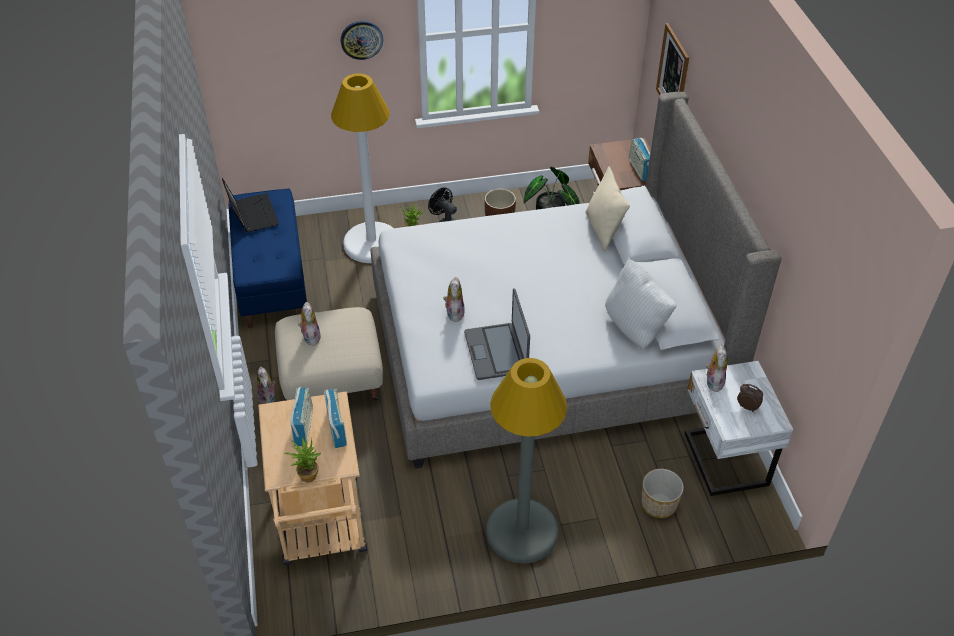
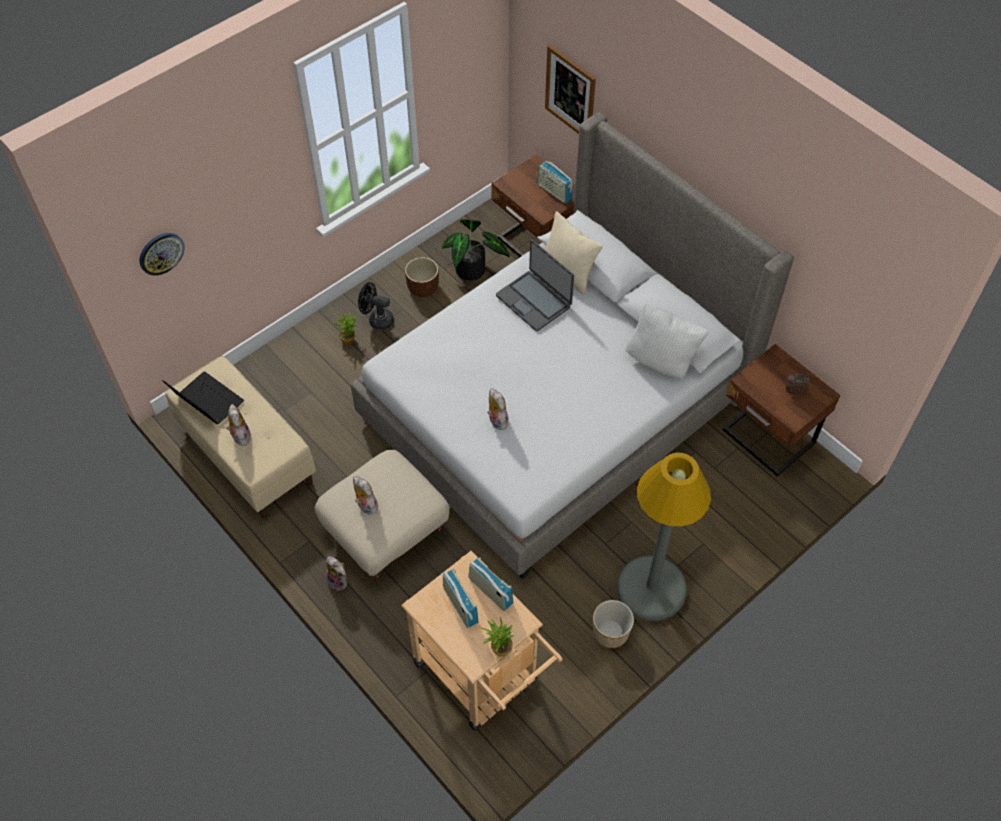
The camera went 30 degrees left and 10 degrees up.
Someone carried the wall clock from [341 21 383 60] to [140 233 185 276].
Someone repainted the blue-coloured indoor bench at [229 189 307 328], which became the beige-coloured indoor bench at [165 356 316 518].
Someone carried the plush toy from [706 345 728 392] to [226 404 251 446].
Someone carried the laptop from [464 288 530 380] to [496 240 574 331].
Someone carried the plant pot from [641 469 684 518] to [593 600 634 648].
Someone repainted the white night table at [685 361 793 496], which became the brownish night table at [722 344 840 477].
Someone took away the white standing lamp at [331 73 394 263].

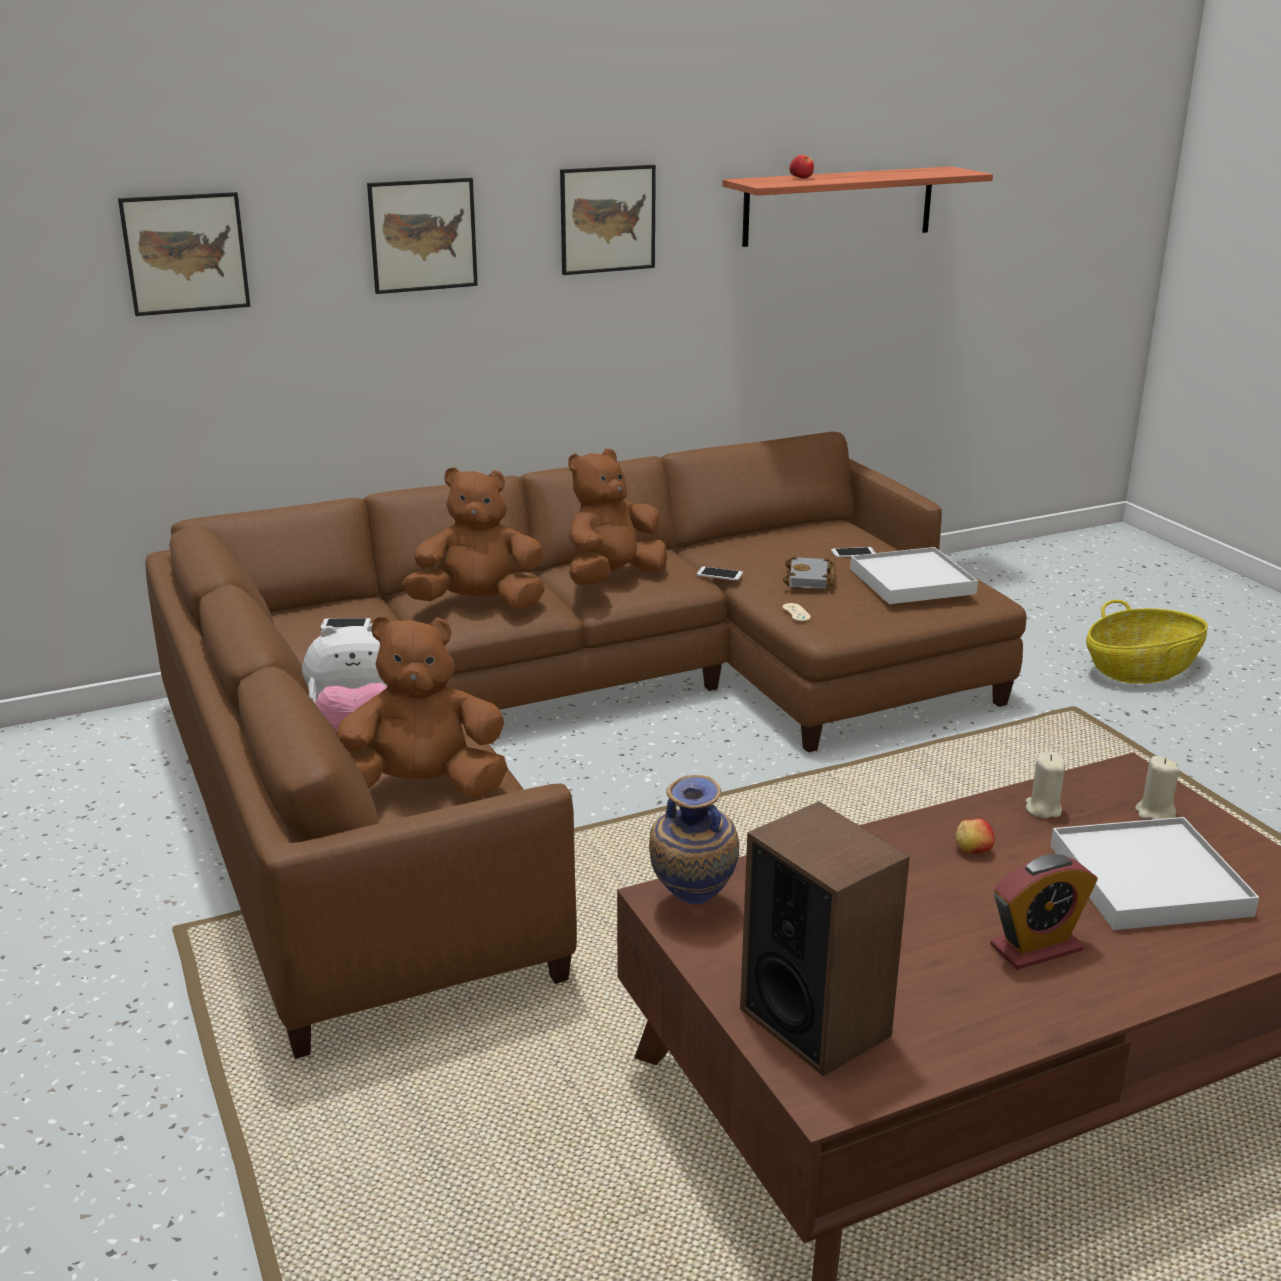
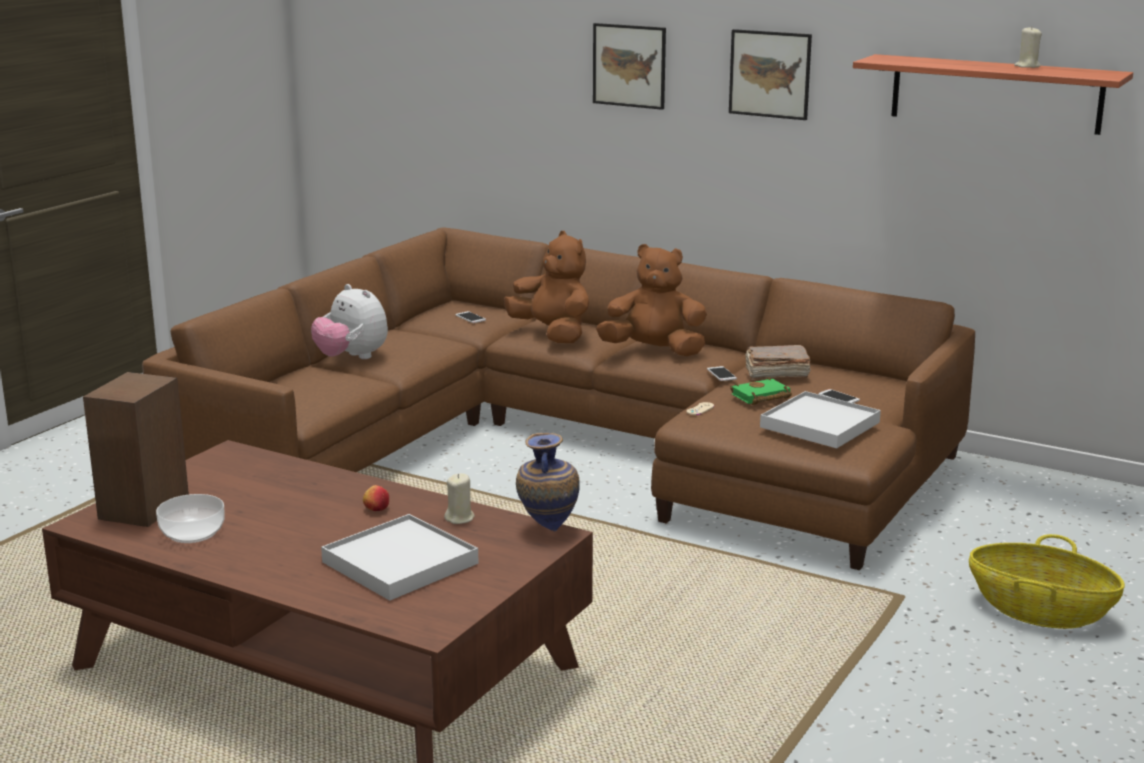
The camera went 55 degrees right and 5 degrees down.
Someone put down the bowl at [156 494 225 543].
Someone carried the decorative vase from [649 775 739 905] to [516 433 580 532].
Someone repainted the gray book at [783 556 836 589], which became the greenish book at [730 377 792 405].
Someone put down the brownish book at [745 345 810 380].
Someone carried the beige-coloured wax candle from [1135 756 1180 819] to [1014 27 1042 68].
Someone took away the picture at [118 192 251 316].
Someone took away the brownish plush toy at [336 616 508 798].
Someone took away the whole apple at [789 155 814 178].
Someone took away the alarm clock at [990 854 1098 970].

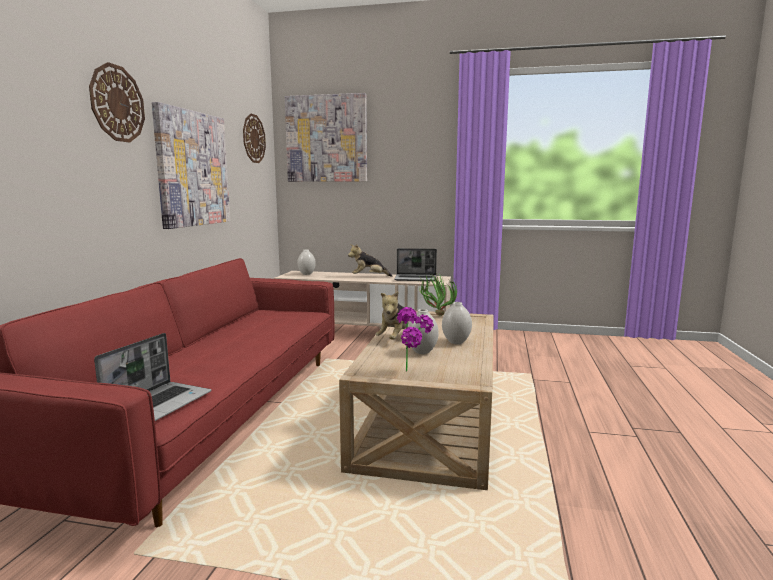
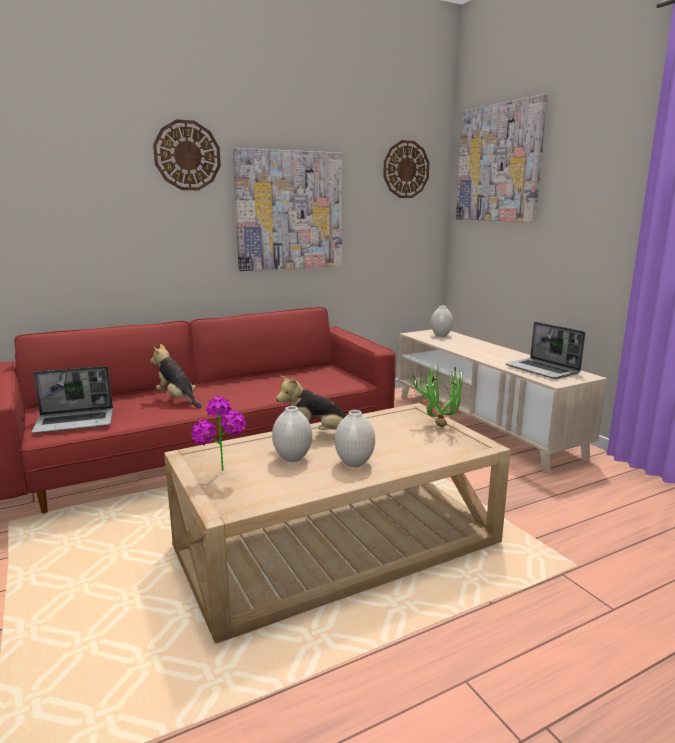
The camera went 50 degrees right and 5 degrees up.
Someone carried the plush toy from [348 244 392 277] to [150 344 202 408].

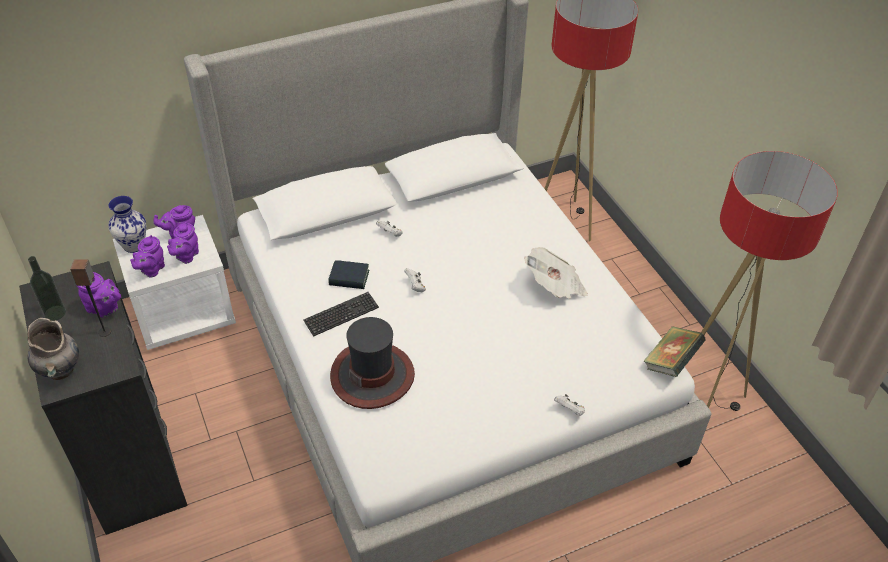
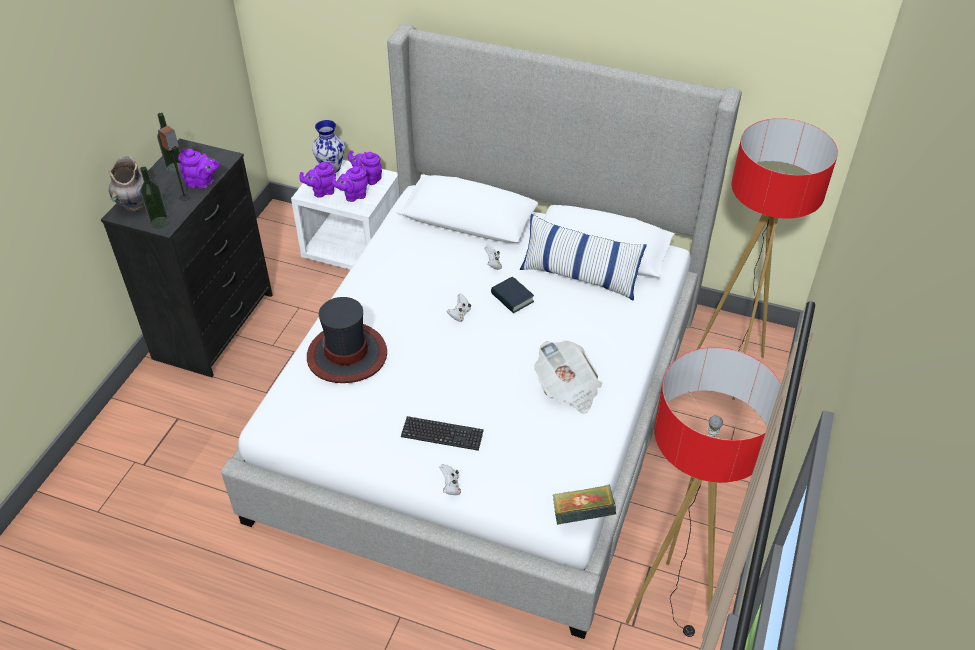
The camera went 45 degrees right and 0 degrees up.
Someone put down the drink bottle at [140 166 169 229].
Someone rotated the purple teapot at [76 272 121 318] by 60 degrees counterclockwise.
Someone carried the keyboard from [304 292 379 337] to [401 416 484 451].
Someone carried the book from [328 260 369 289] to [491 277 534 313].
Someone put down the pillow at [520 214 647 300].

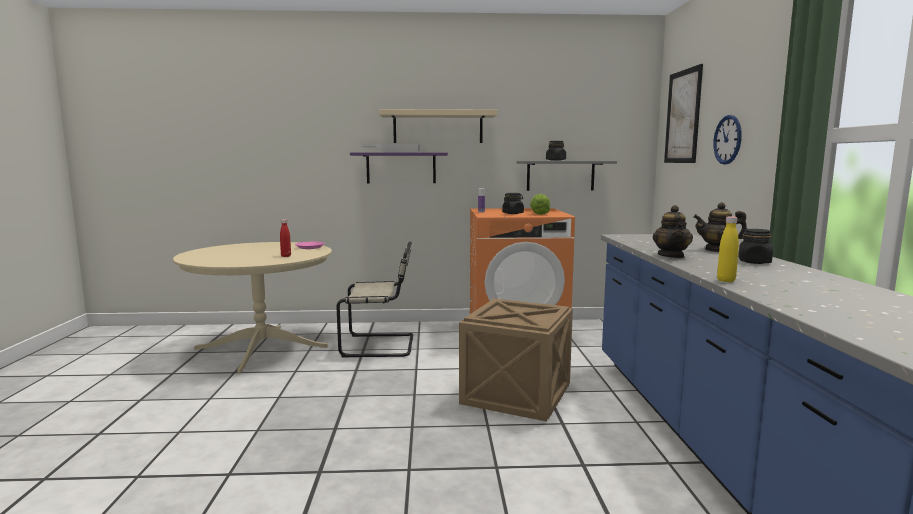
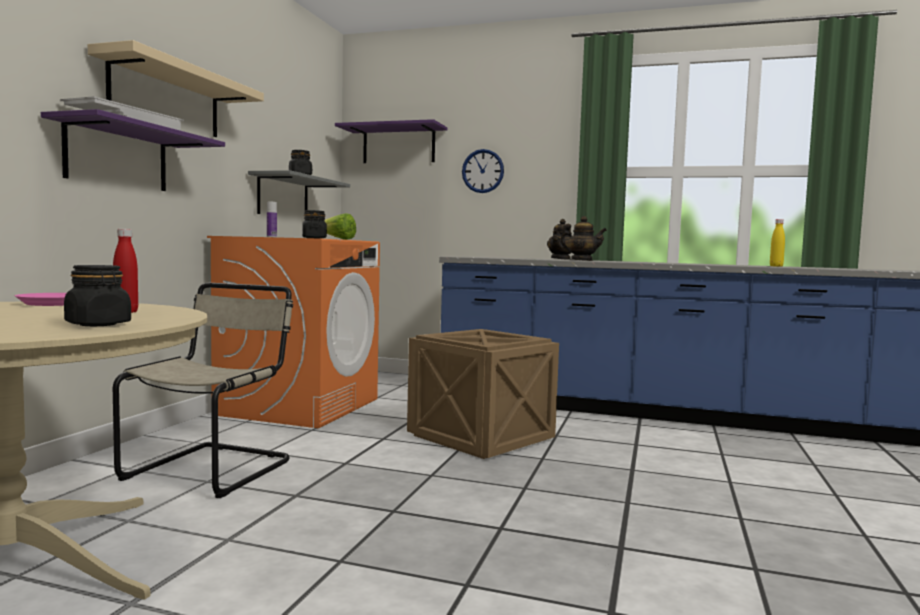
The camera went 70 degrees left and 5 degrees down.
Someone carried the blackish preserve jar from [738 229 773 264] to [64 265 131 326].
Someone swapped the picture at [664 64 703 163] for the purple shelf at [335 119 447 163].
Someone carried the yellow-coloured drink bottle from [717 216 739 282] to [770 219 785 267].

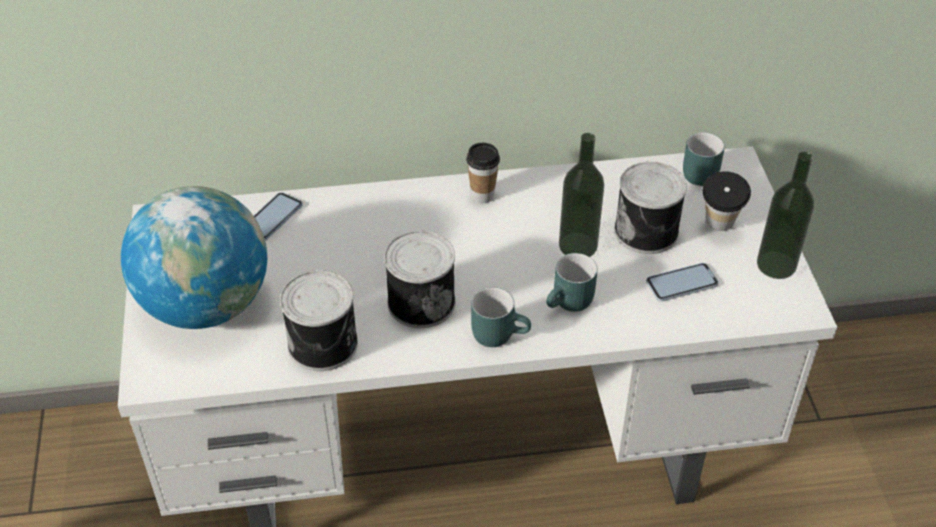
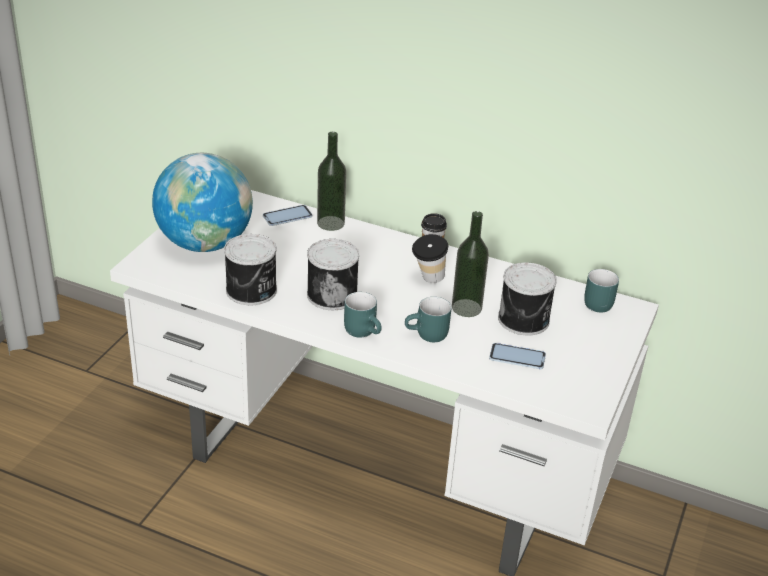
The camera went 30 degrees right and 10 degrees down.
Someone carried the drink bottle from [757 152 814 279] to [317 132 346 231].
Someone carried the drinking cup from [703 171 751 231] to [412 234 448 283].

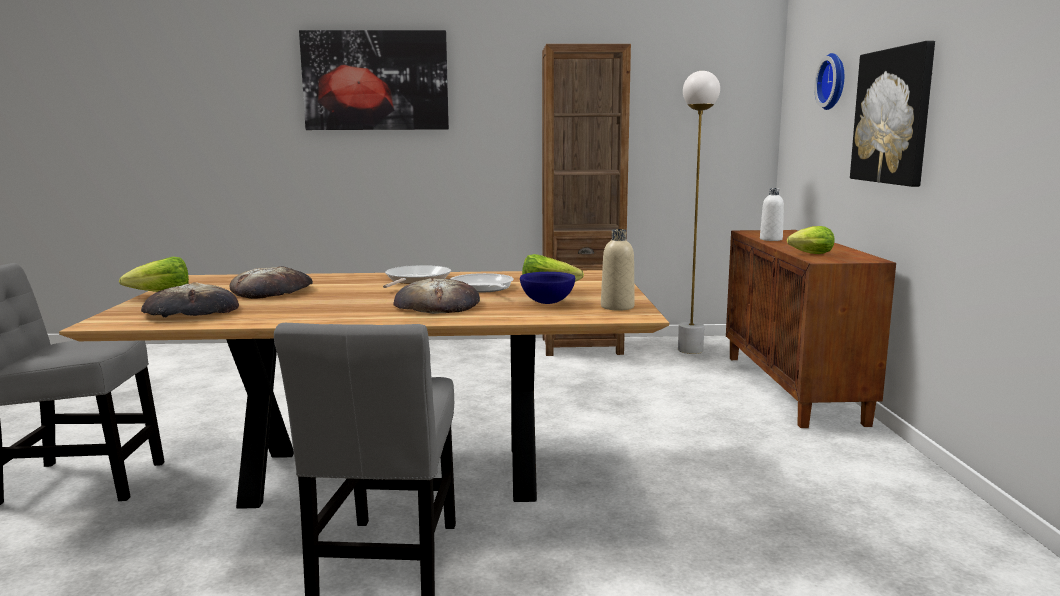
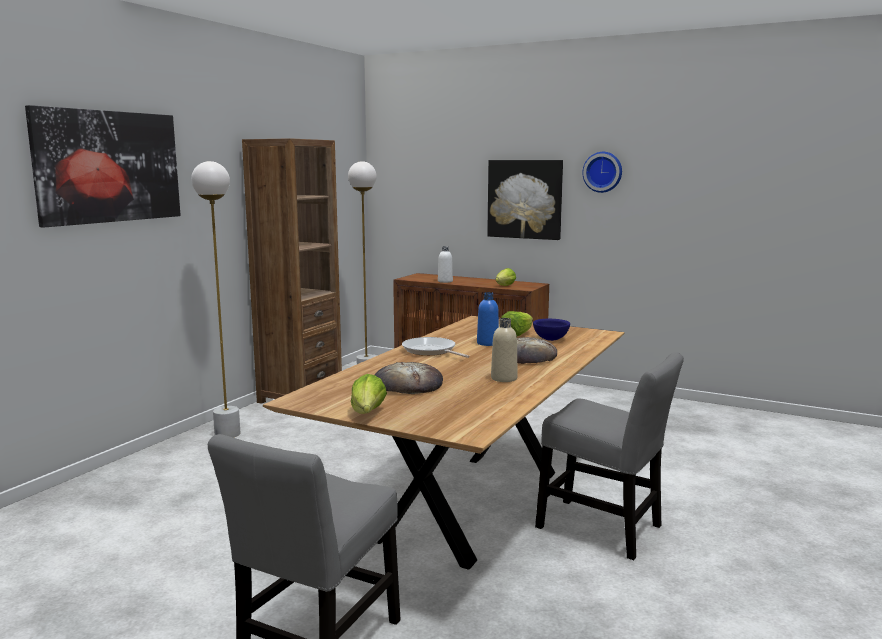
The camera went 60 degrees left and 0 degrees up.
Someone put down the white standing lamp at [191 161 240 438].
Someone swapped the pan at [451 273 514 293] for the blue-coloured drink bottle at [477 292 499 346].
Someone carried the beige-coloured drink bottle from [601 229 635 311] to [491 318 518 382].
Someone carried the wall clock from [814 53 844 110] to [582 152 622 193].
Someone took away the bakery bread at [141 282 239 318].

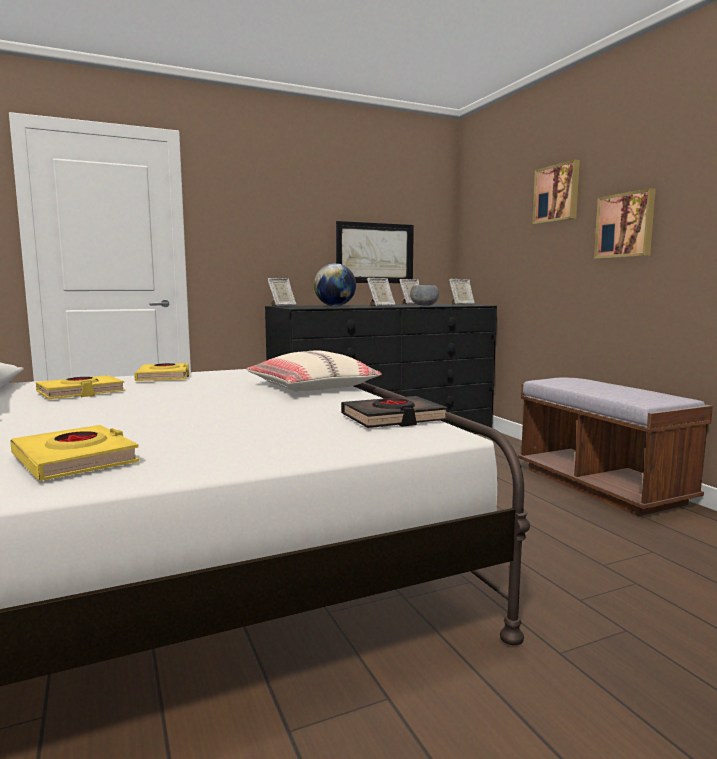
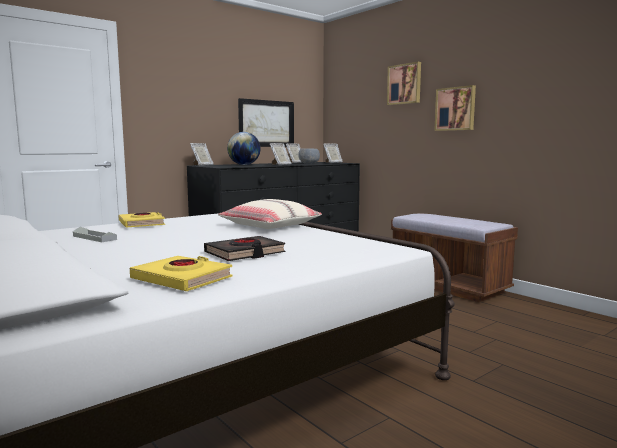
The camera went 15 degrees left and 0 degrees up.
Someone swapped the yellow-coloured book at [36 375 125 399] for the gray carrying tray at [73 227 117 242].
Someone carried the blackish book from [341 396 448 428] to [204 236 286 261].

